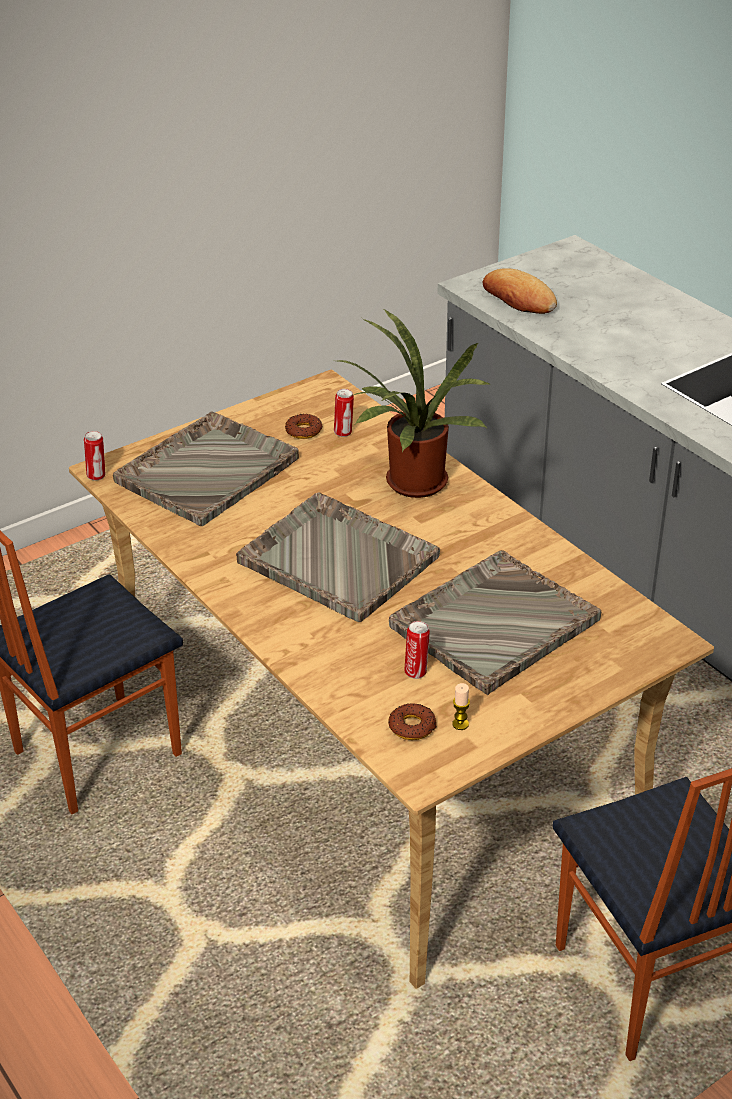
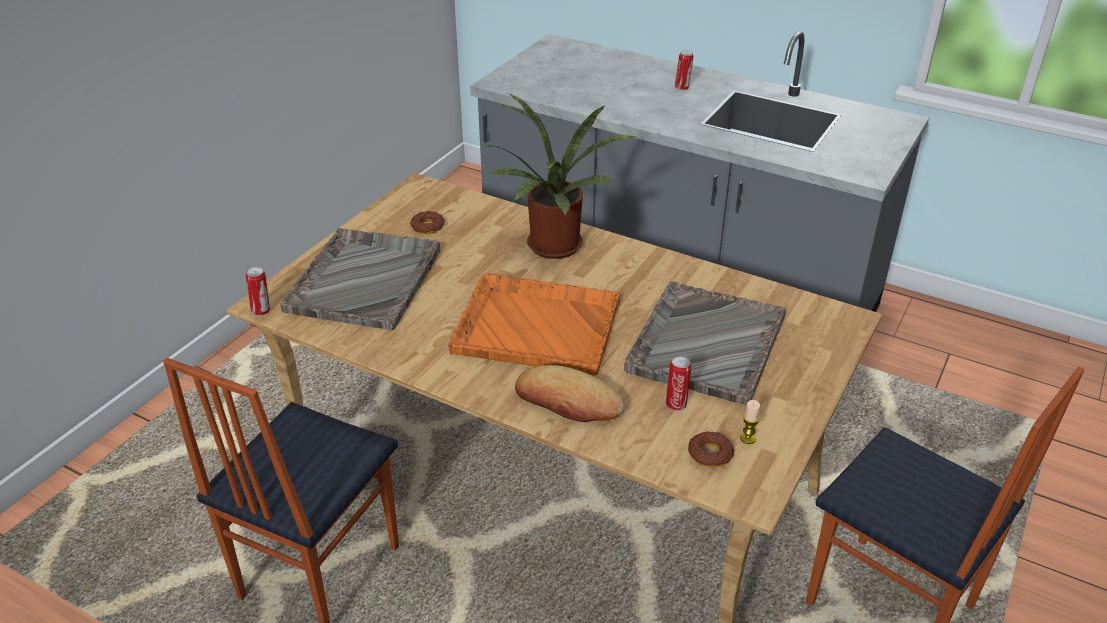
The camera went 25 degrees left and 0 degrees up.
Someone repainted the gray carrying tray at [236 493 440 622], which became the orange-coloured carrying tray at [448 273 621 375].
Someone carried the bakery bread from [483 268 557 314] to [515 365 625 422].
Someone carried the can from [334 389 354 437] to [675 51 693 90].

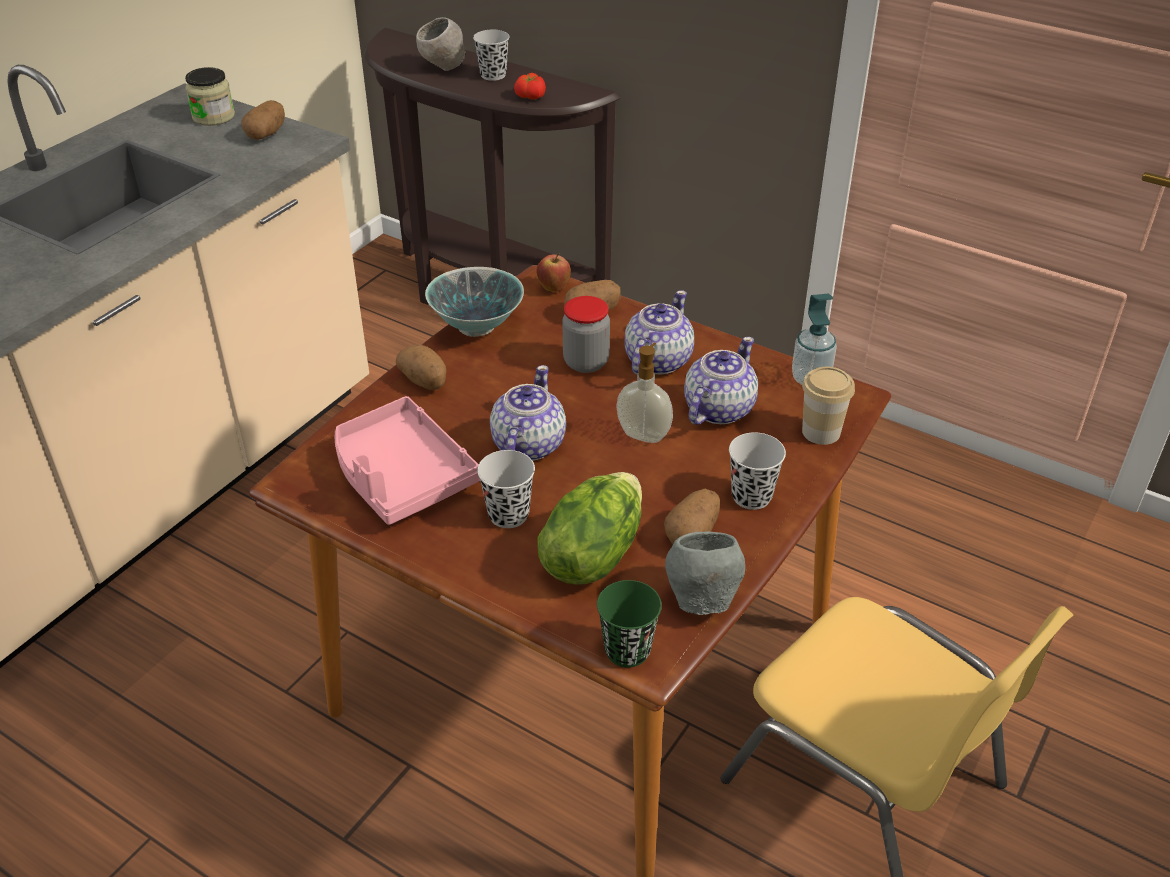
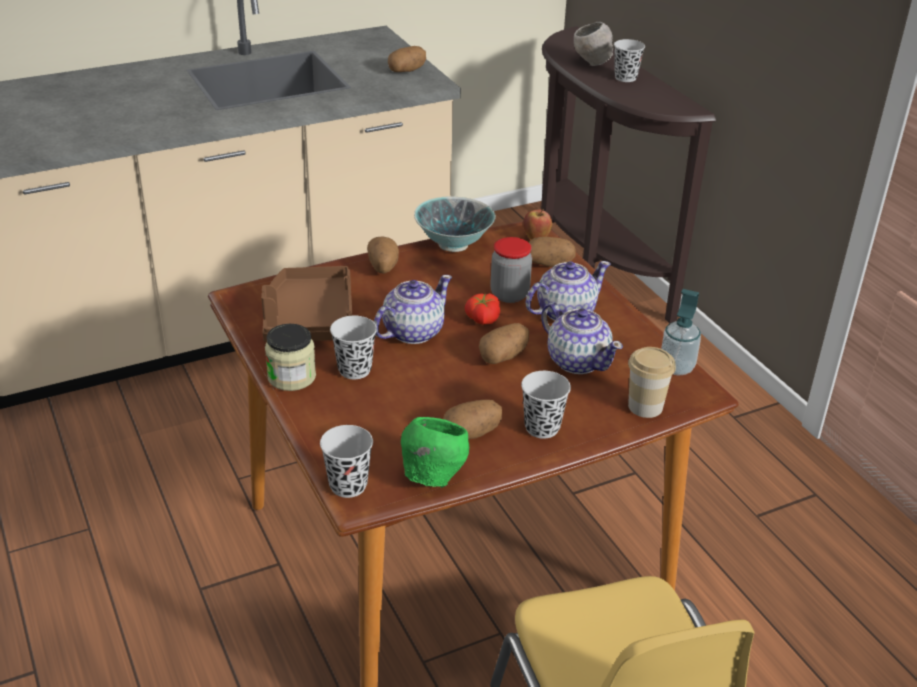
The camera went 30 degrees right and 5 degrees down.
Someone repainted the pink carrying tray at [335 396 481 525], which became the brownish carrying tray at [261 266 352 342].
Someone carried the preserve jar from [185 67 235 126] to [265 324 316 391].
Someone repainted the greenish drinking cup at [597 580 662 667], which became the blackish drinking cup at [320 425 373 498].
Someone repainted the gray bowl at [665 531 745 615], which became the greenish bowl at [401 417 469 488].
Someone carried the whole tomato from [514 73 546 99] to [465 293 500 325].
Someone swapped the soap bottle at [616 343 673 443] for the spud at [479 323 529 364].
Someone rotated the teapot at [684 337 758 425] by 75 degrees clockwise.
Someone took away the lettuce at [537 472 642 585].

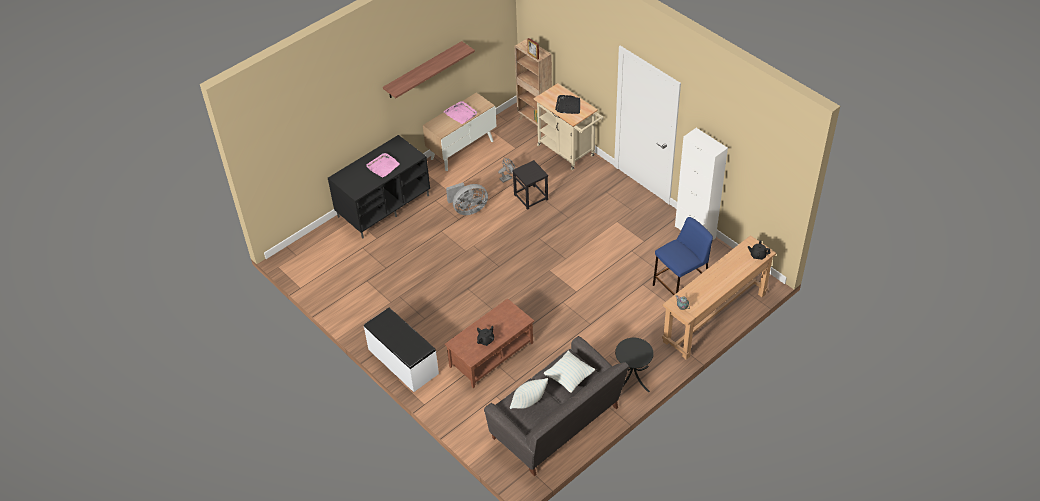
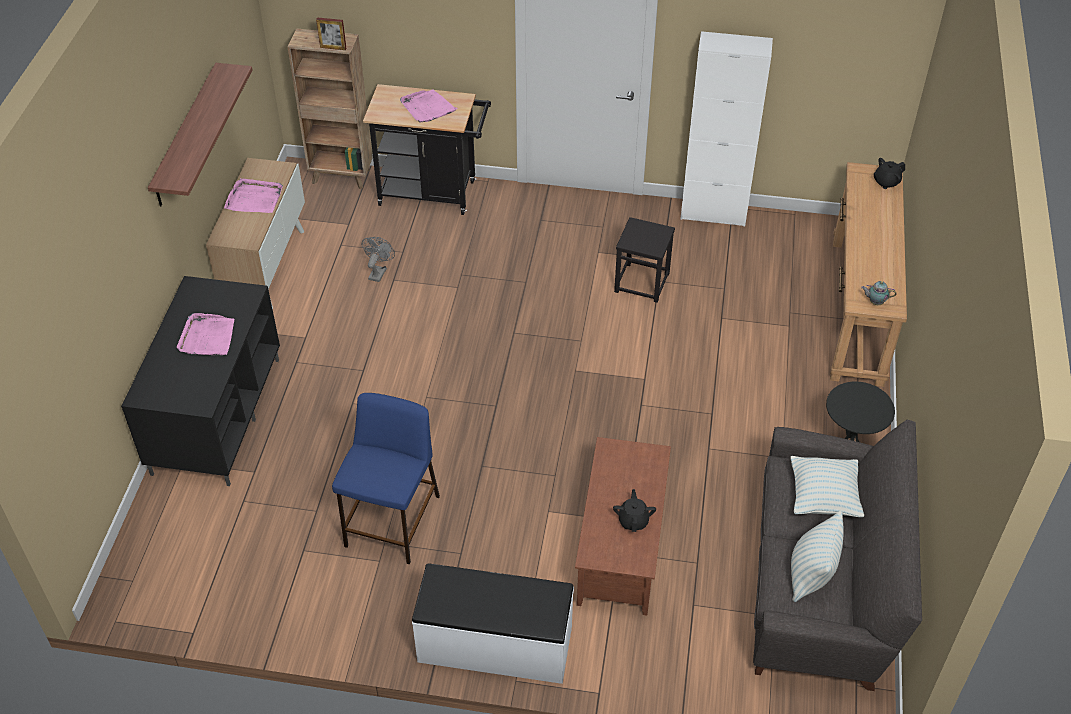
The camera went 40 degrees left and 0 degrees up.
Someone carried the blue-coloured stool seat from [653 217 713 295] to [332 393 440 564].
Someone repainted the beige-coloured trolley at [533 83 603 170], which became the blackish trolley at [363 84 491 215].
Someone repainted the blackish carrying tray at [555 95 580 114], which became the pink carrying tray at [400 89 458 123].
Someone carried the blackish stool seat from [512 160 548 210] to [614 217 675 303].
Someone took away the gray electric fan at [446 182 488 215].

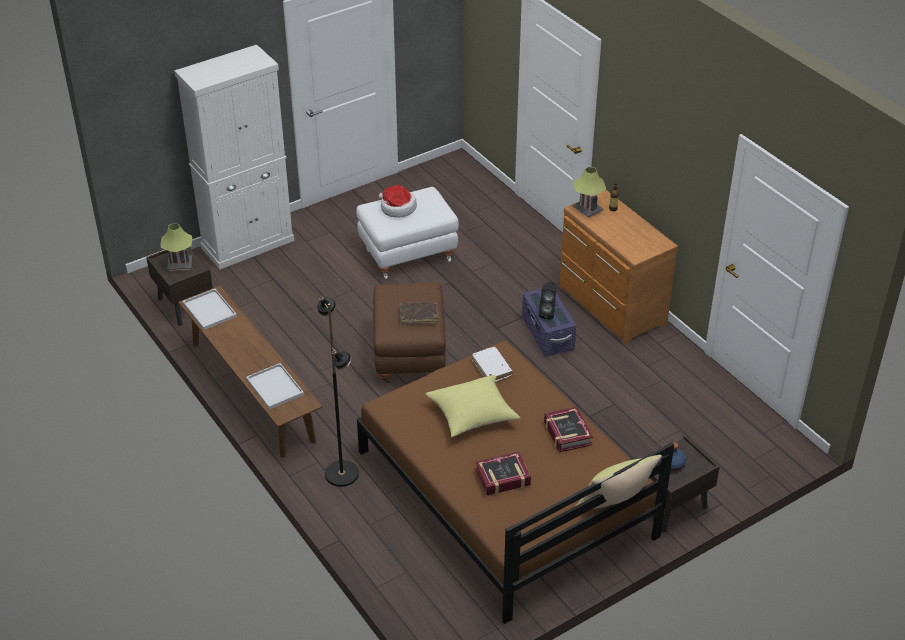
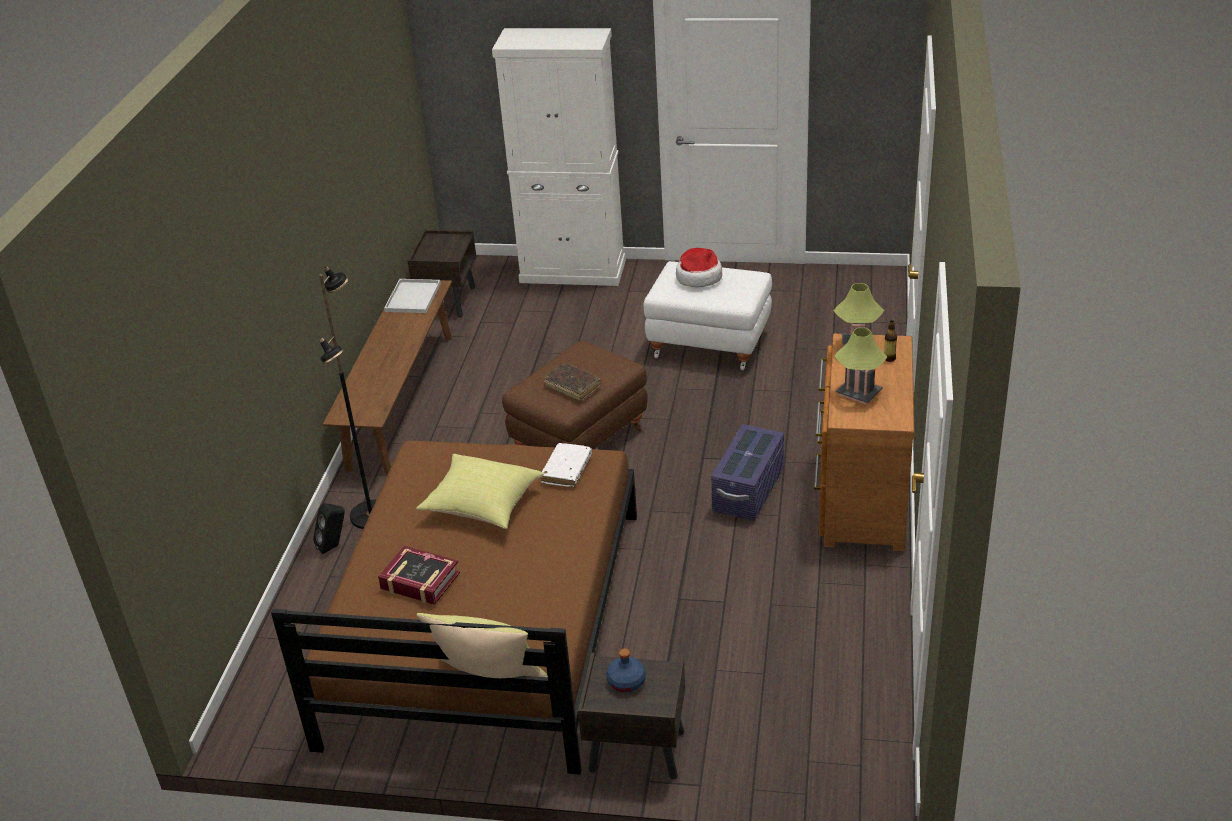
The camera went 45 degrees right and 5 degrees down.
Someone carried the blackish speaker from [539 282 556 320] to [313 503 345 554].
Someone carried the table lamp from [161 223 192 271] to [834 327 888 404].
Someone took away the white carrying tray at [246 363 304 410].
Someone took away the book at [544 407 593 452].

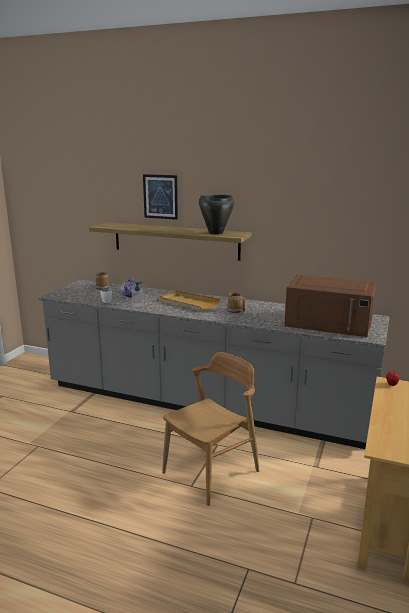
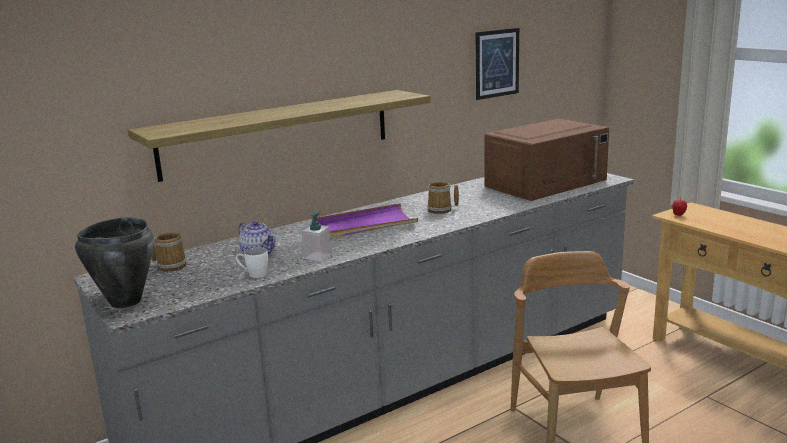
The camera went 55 degrees left and 0 degrees up.
Someone carried the blackish cooking pot from [199 195 234 235] to [75 217 154 308].
Someone repainted the beige-coloured carrying tray at [159 290 220 310], which became the purple carrying tray at [312 203 418 239].
Someone carried the picture from [143 174 178 220] to [476 28 519 100].

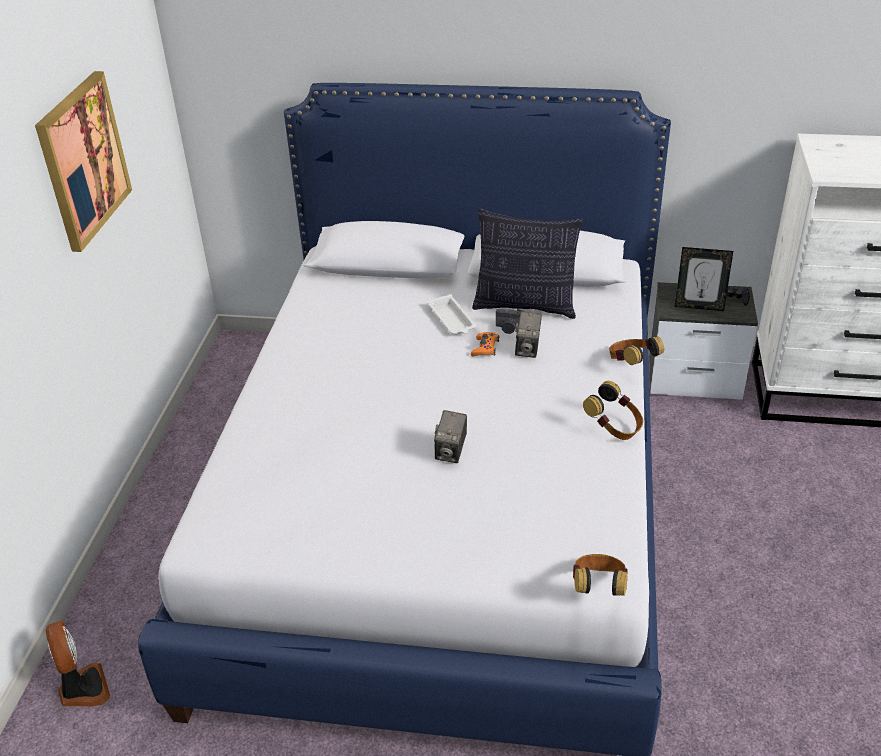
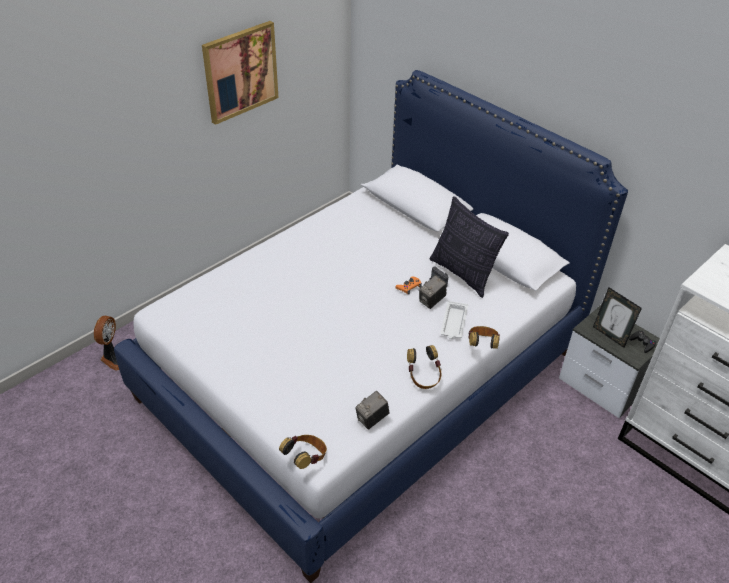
The camera went 35 degrees right and 5 degrees up.
Someone carried the still camera from [434 410 467 463] to [355 391 390 430].
Someone carried the white carrying tray from [427 295 477 335] to [440 301 468 339].

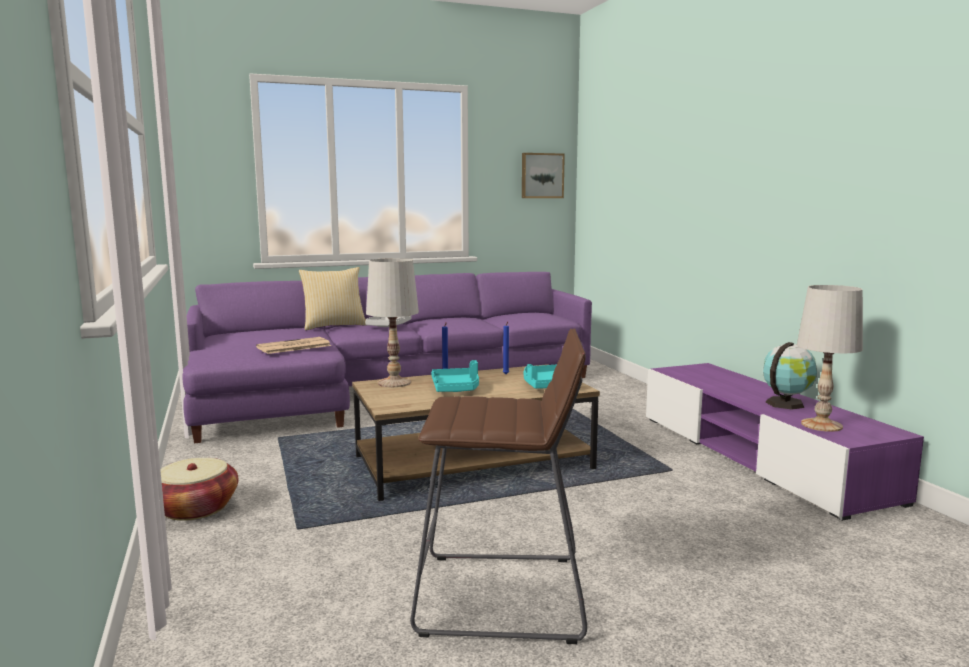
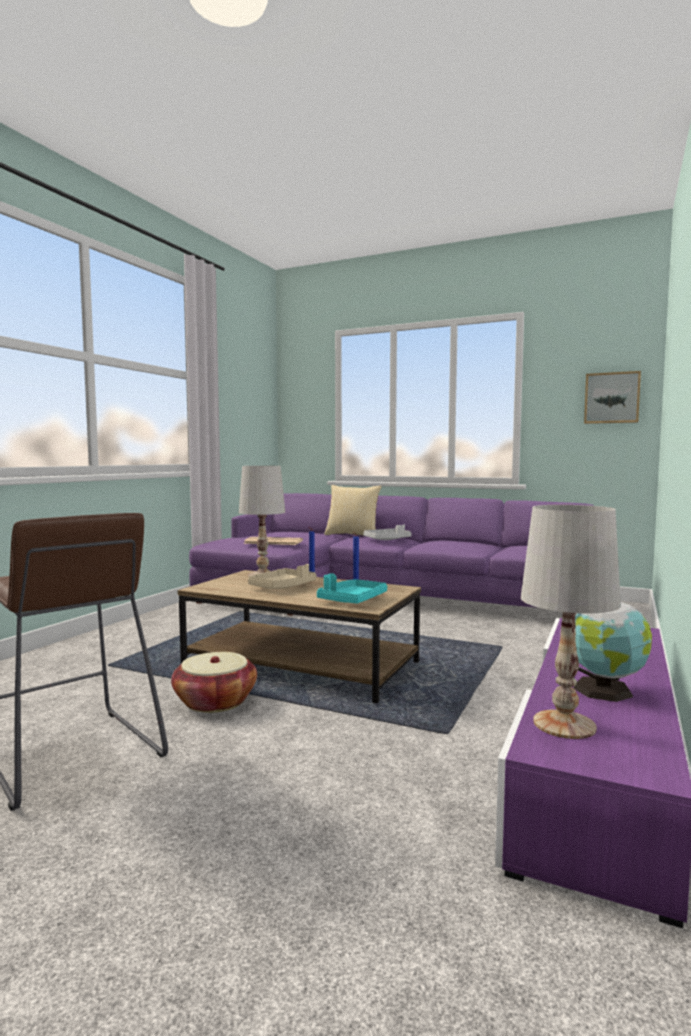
The camera went 45 degrees right and 5 degrees down.
Someone carried the storage basket from [160 458 239 521] to [171 652 257 713].
Someone repainted the turquoise-coloured carrying tray at [431 360 479 392], which became the beige-coloured carrying tray at [248 564 316 589].

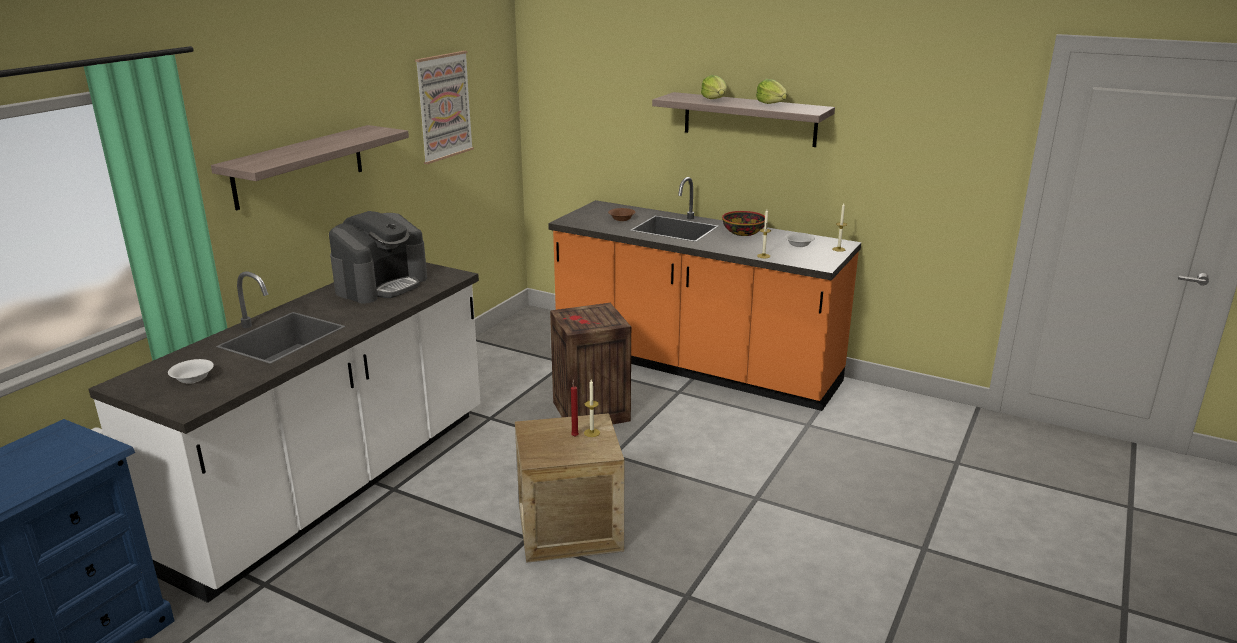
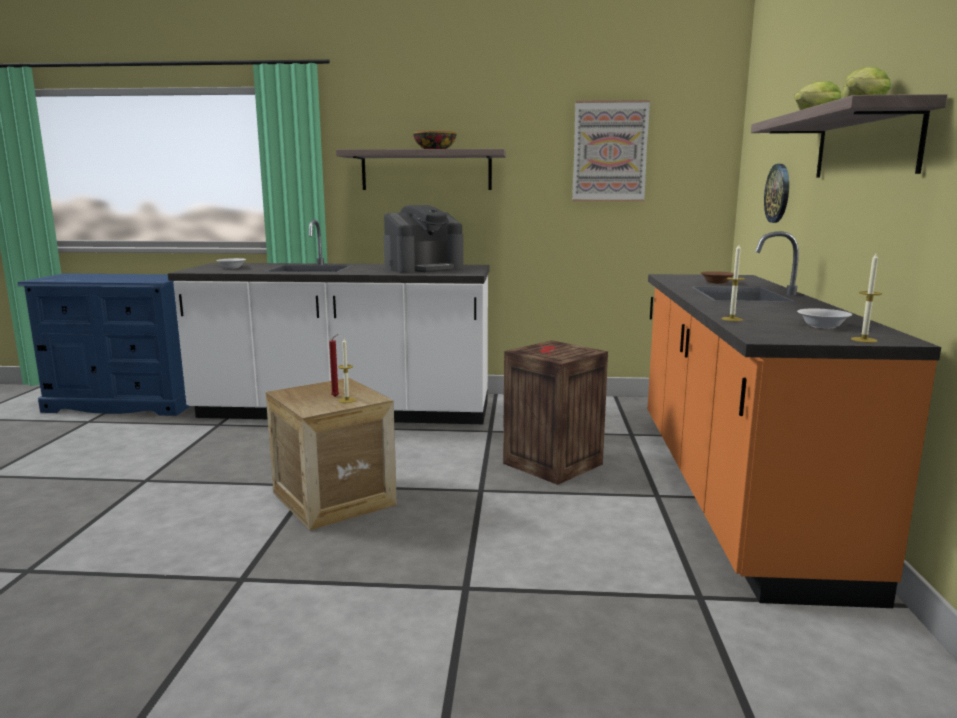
The camera went 65 degrees right and 10 degrees down.
Someone rotated the coffee brewer at [329 211 427 303] by 45 degrees counterclockwise.
Someone carried the bowl from [722 211 765 236] to [413 131 457 149].
Someone put up the wall clock at [764 164 789 223].

